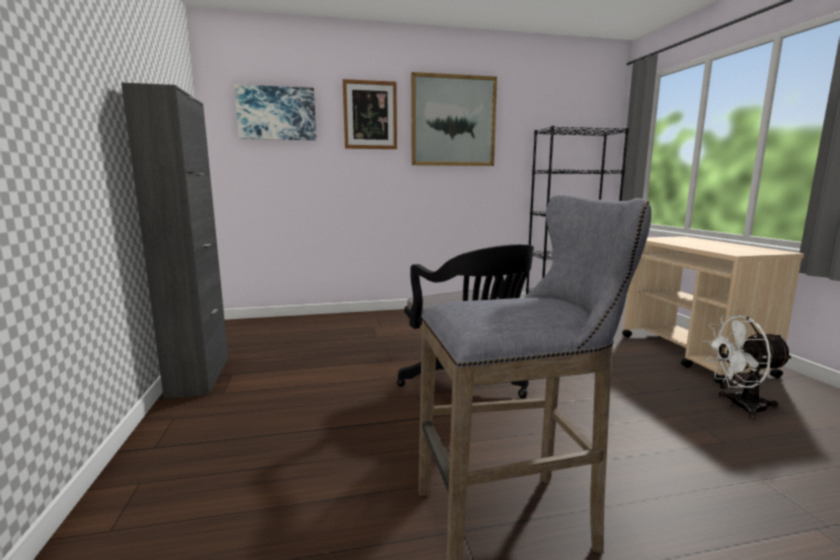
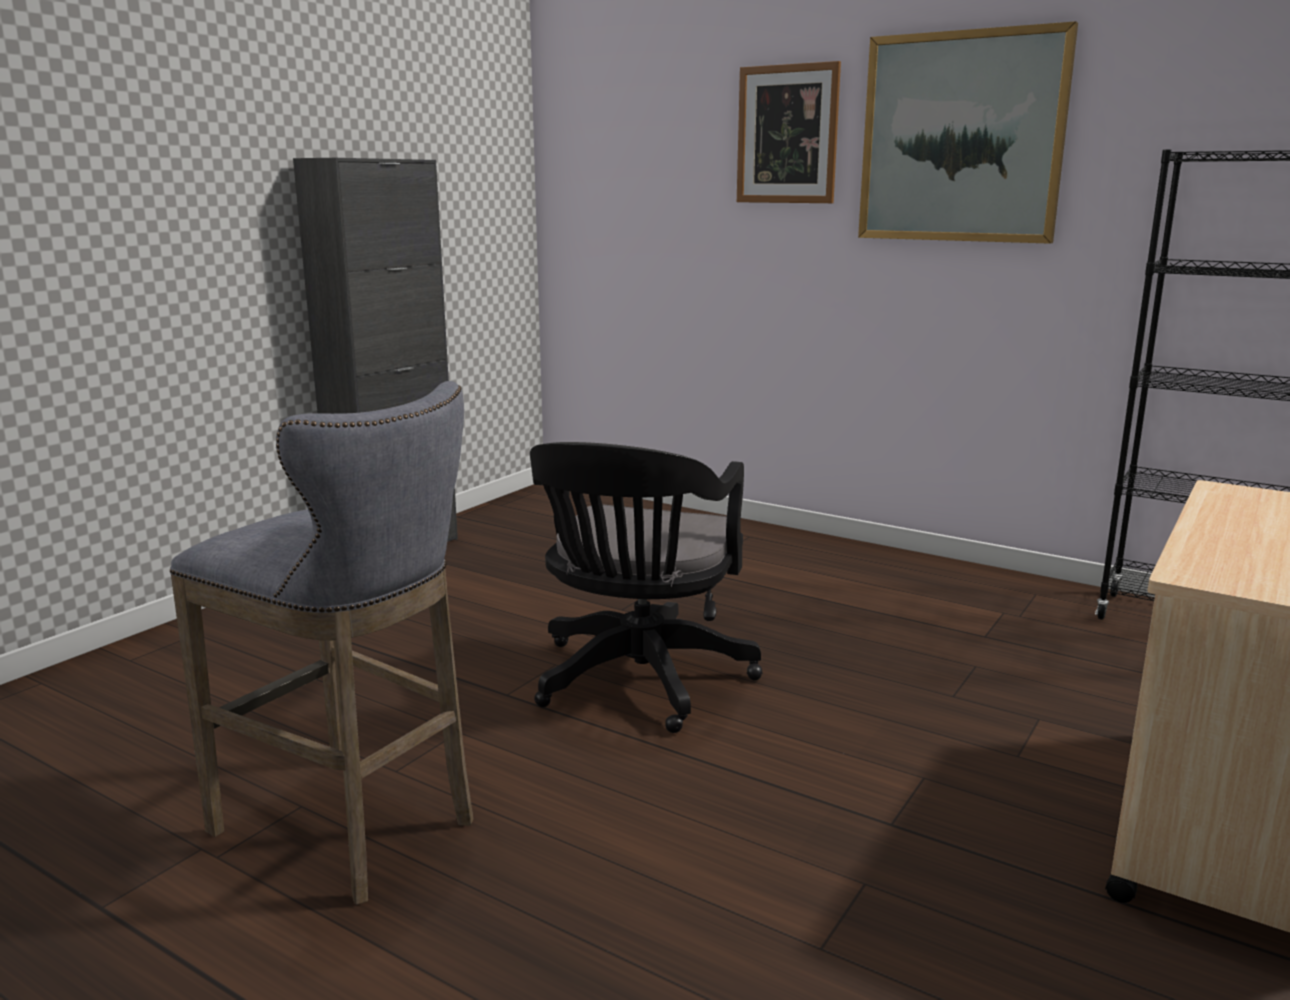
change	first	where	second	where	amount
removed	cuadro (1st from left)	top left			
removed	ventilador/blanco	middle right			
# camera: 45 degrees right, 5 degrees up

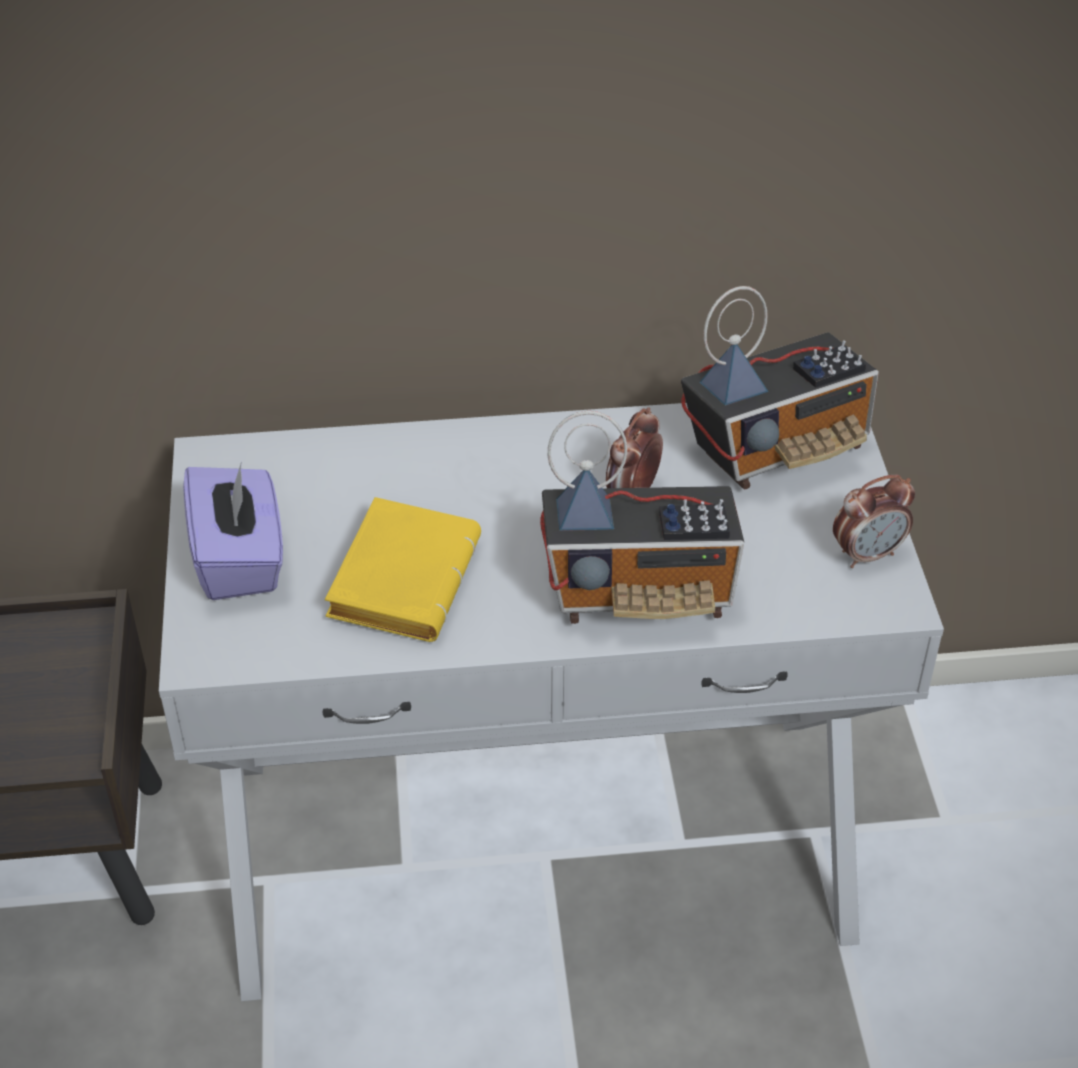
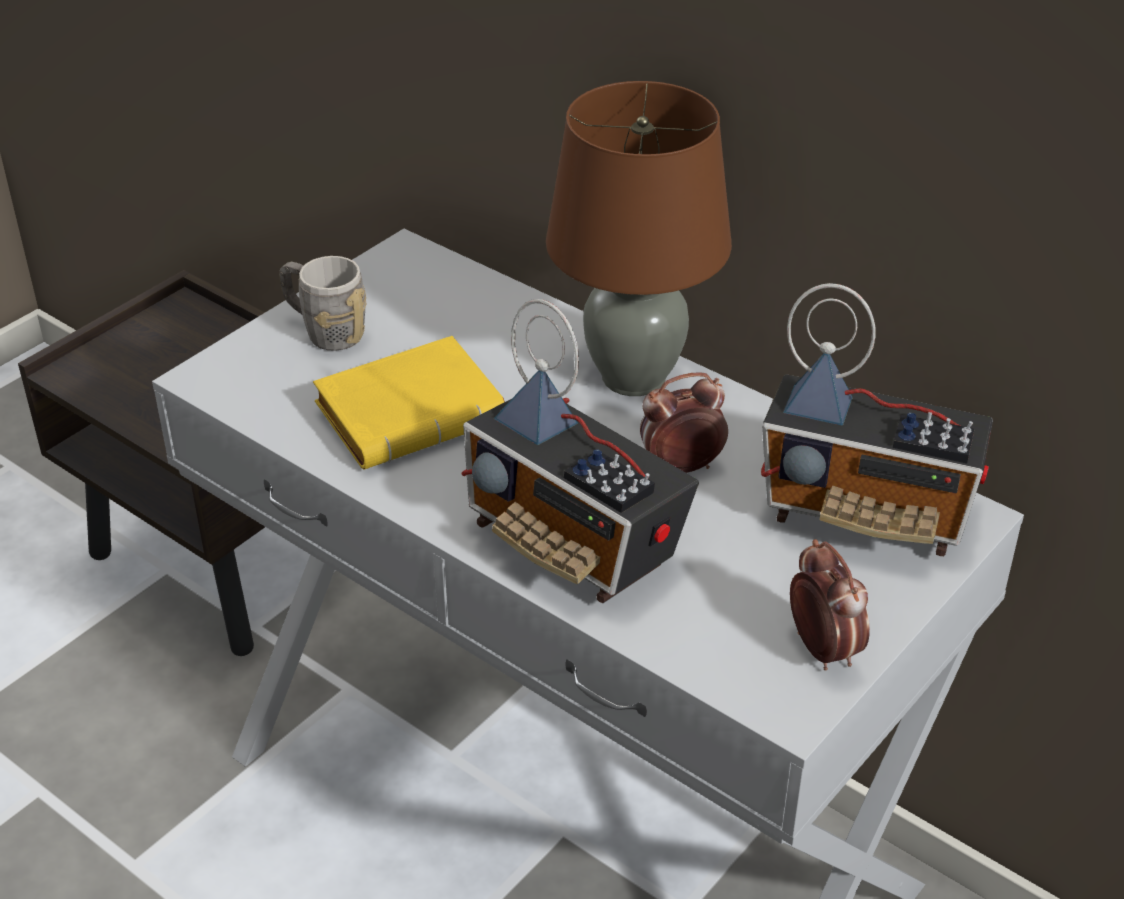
change	first	where	second	where	amount
replaced	caja de pañuelos/morado	middle left	taza grande/gris	middle left	
added			lámpara de mesa/marrón	top centre	
turned	despertador (2nd from left)	middle right		bottom right	135 degrees counterclockwise
# camera: 45 degrees right, 5 degrees down

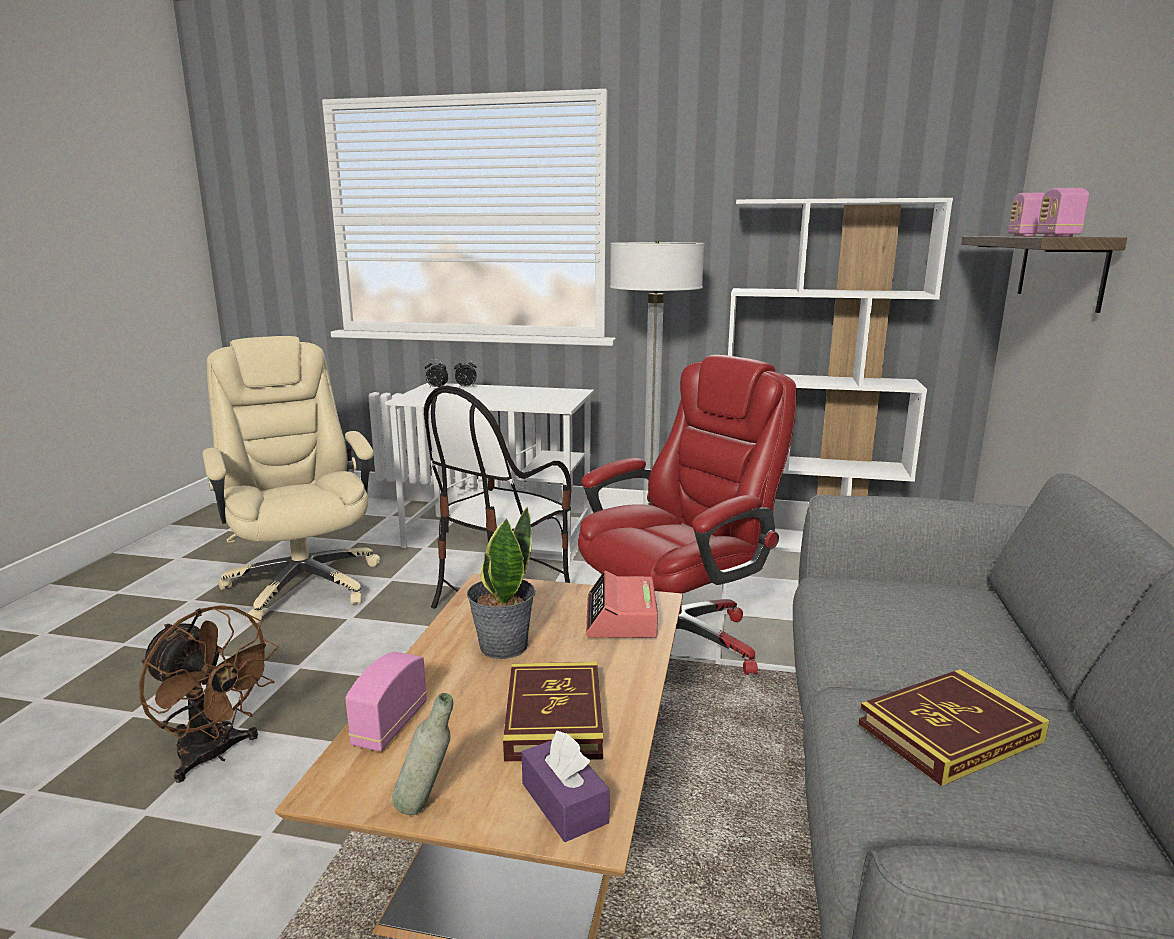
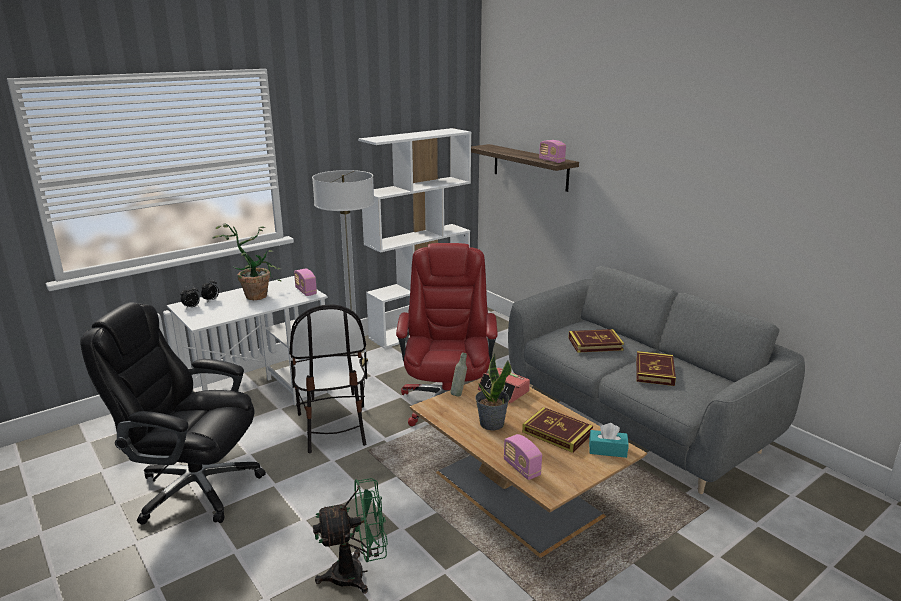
change	first	where	second	where	amount
recoloured	silla de oficina/beis	middle left	silla de oficina/negro	bottom left	
added			planta en maceta (1st from left)	middle left	
moved	radio (2nd from left in the first image)	top right	radio (1st from left)	centre	
recoloured	ventilador/marrón	bottom left	ventilador/verde	bottom centre	
moved	botella/gris	bottom centre		centre	
added			libro (2nd from left)	centre	
recoloured	caja de pañuelos/morado	bottom centre	caja de pañuelos/turquesa	bottom right	
# camera: 50 degrees left, 5 degrees up

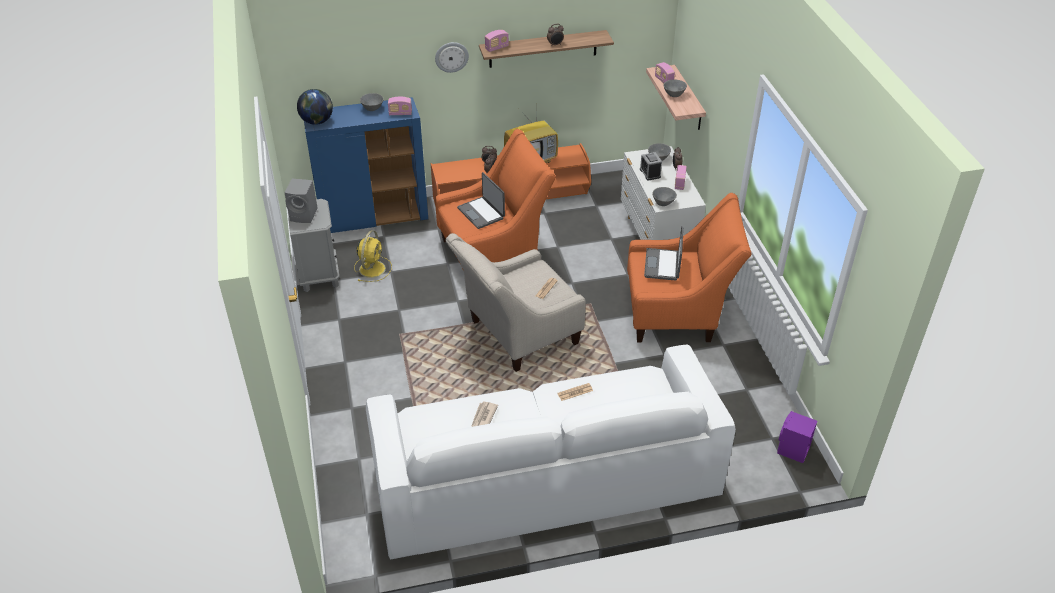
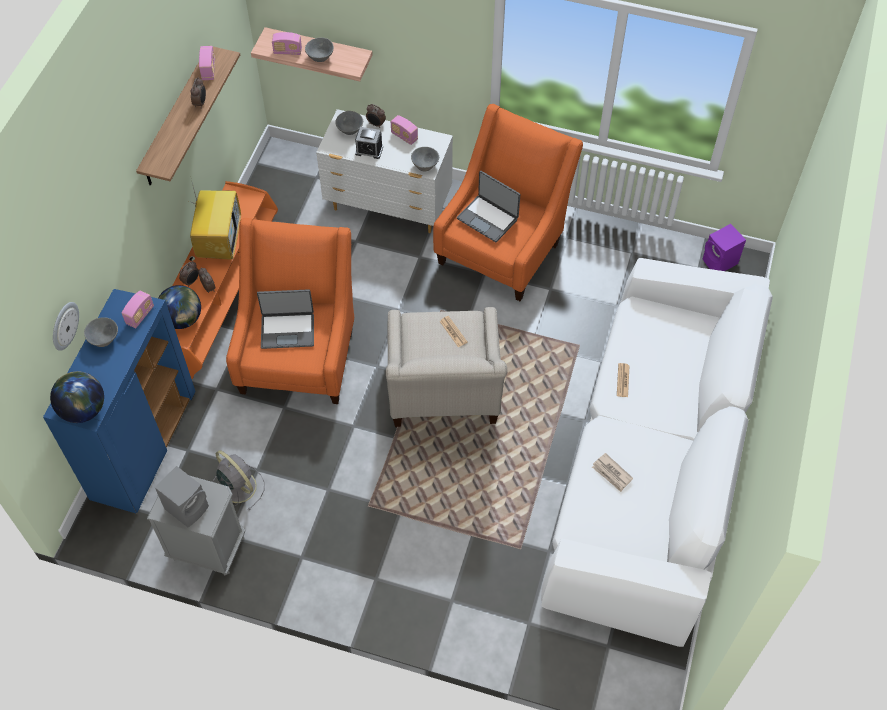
change	first	where	second	where	amount
moved	reloj de pared	top centre		middle left	
added			globo terráqueo (2nd from left)	middle left	
moved	radio (2nd from left)	top centre		top left	
recoloured	ventilador/amarillo	centre	ventilador/gris	bottom left	
# camera: 60 degrees left, 15 degrees up

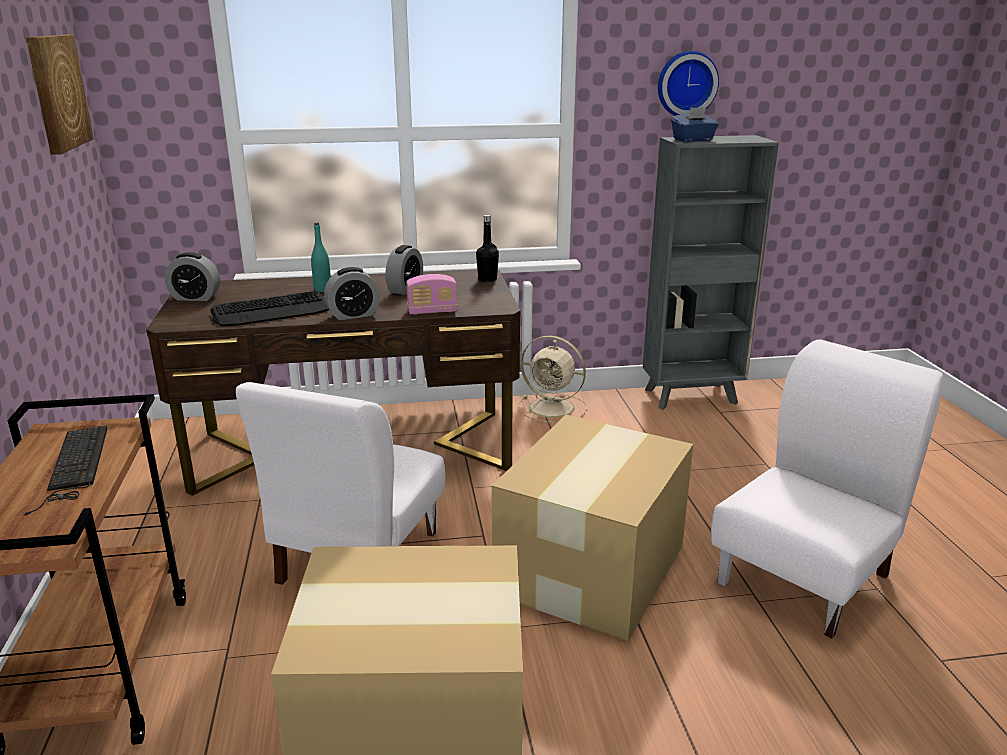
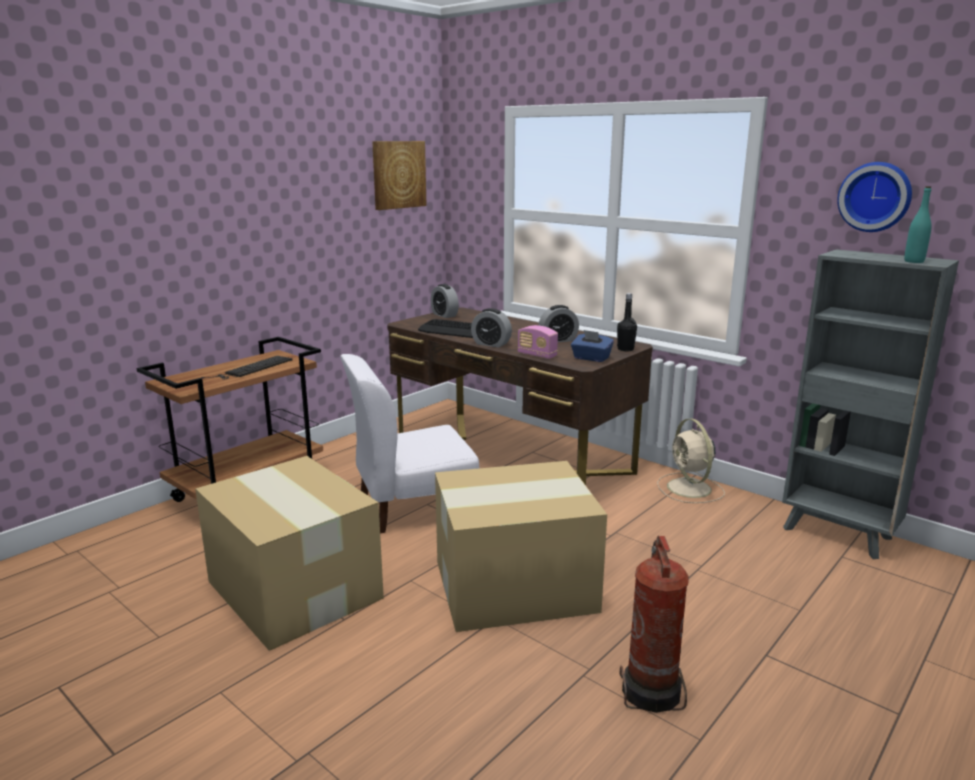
change	first	where	second	where	amount
moved	caja de pañuelos/azul	top right		centre	
replaced	silla/blanco (2nd from left)	middle right	extintor	bottom right	
moved	botella/turquesa	middle left		top right	
# camera: 50 degrees right, 5 degrees down

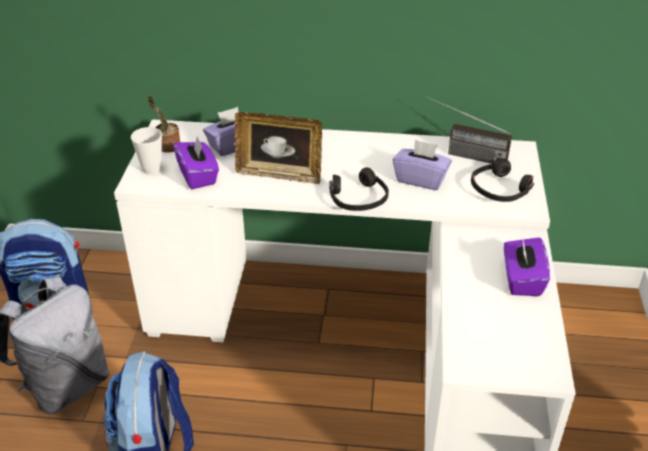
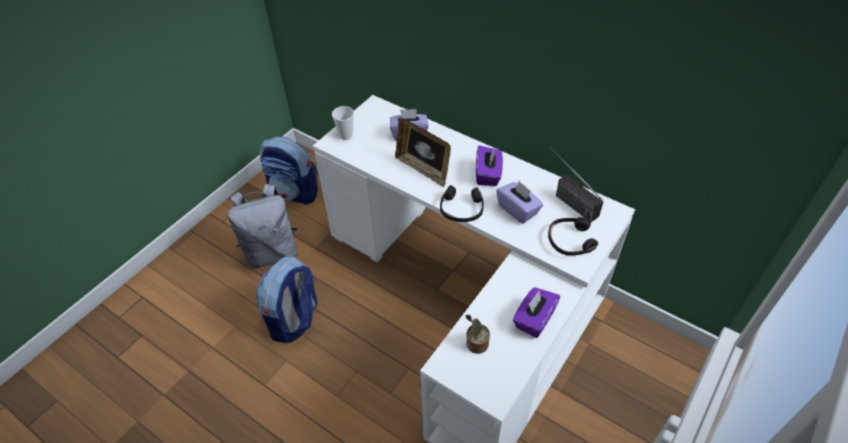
change	first	where	second	where	amount
moved	planta en maceta	top left		bottom centre	
moved	caja de pañuelos/morado (1st from left in the first image)	middle left	caja de pañuelos/morado (2nd from left)	centre	
# camera: 30 degrees right, 10 degrees up

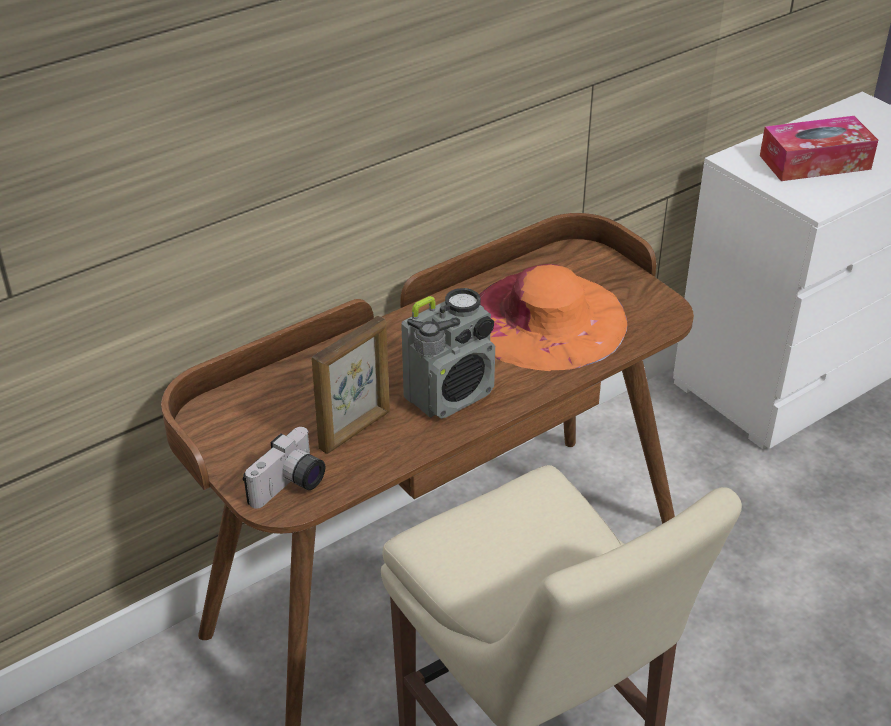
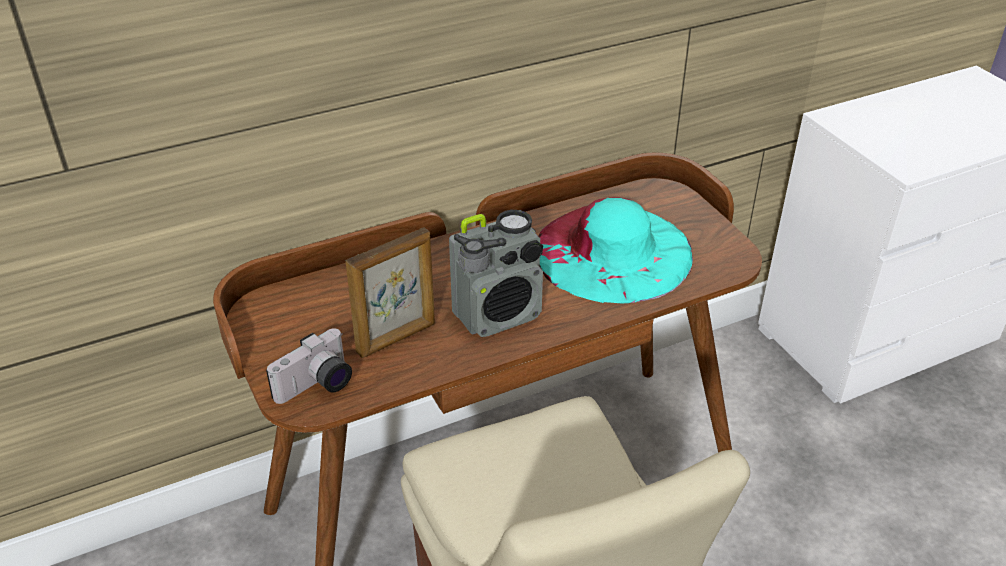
change	first	where	second	where	amount
recoloured	sombrero/naranja	centre	sombrero/turquesa	centre	
removed	caja de pañuelos	top right			
# camera: 10 degrees right, 0 degrees up

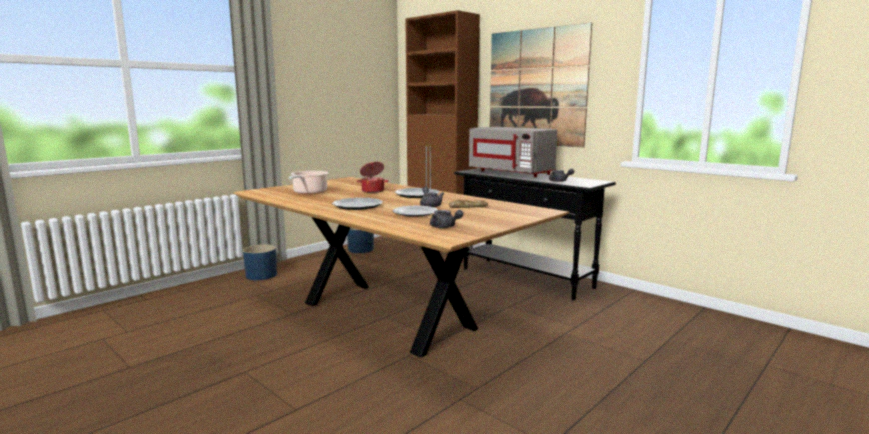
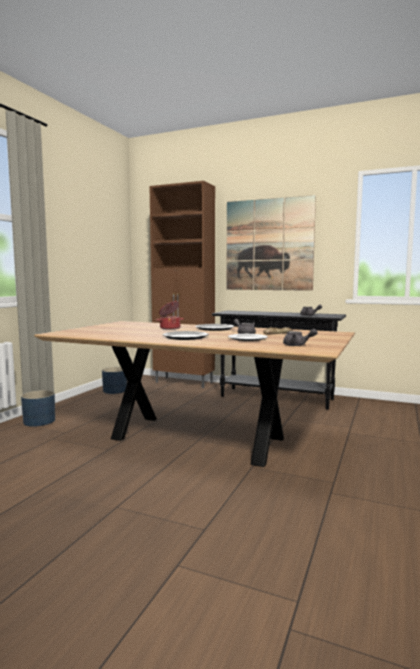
change	first	where	second	where	amount
removed	olla (1st from left)	centre			
removed	microondas/gris	centre			
# camera: 20 degrees left, 5 degrees down

